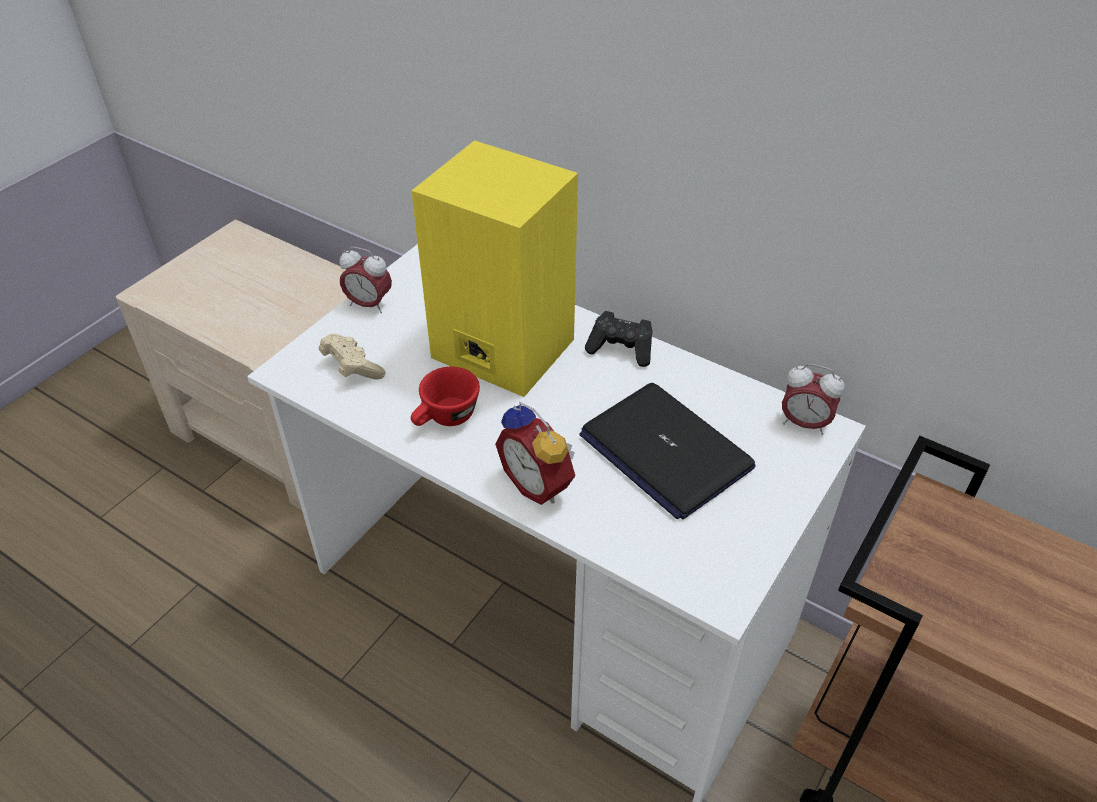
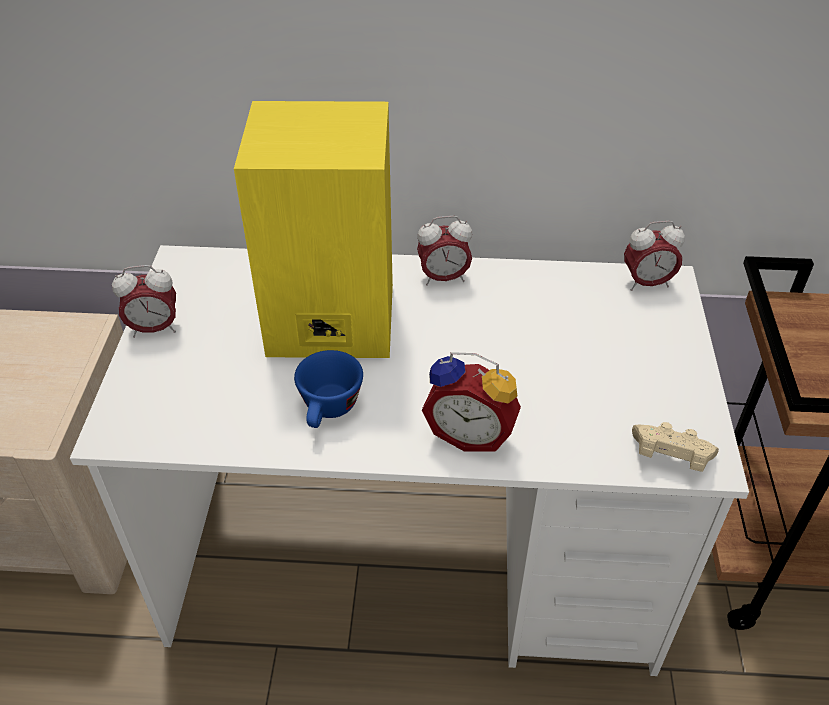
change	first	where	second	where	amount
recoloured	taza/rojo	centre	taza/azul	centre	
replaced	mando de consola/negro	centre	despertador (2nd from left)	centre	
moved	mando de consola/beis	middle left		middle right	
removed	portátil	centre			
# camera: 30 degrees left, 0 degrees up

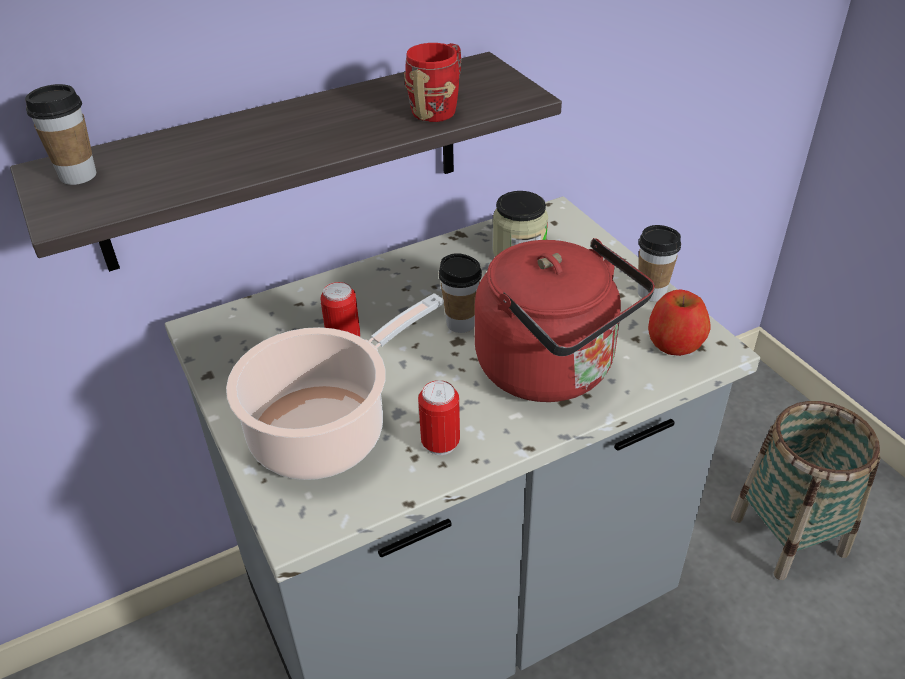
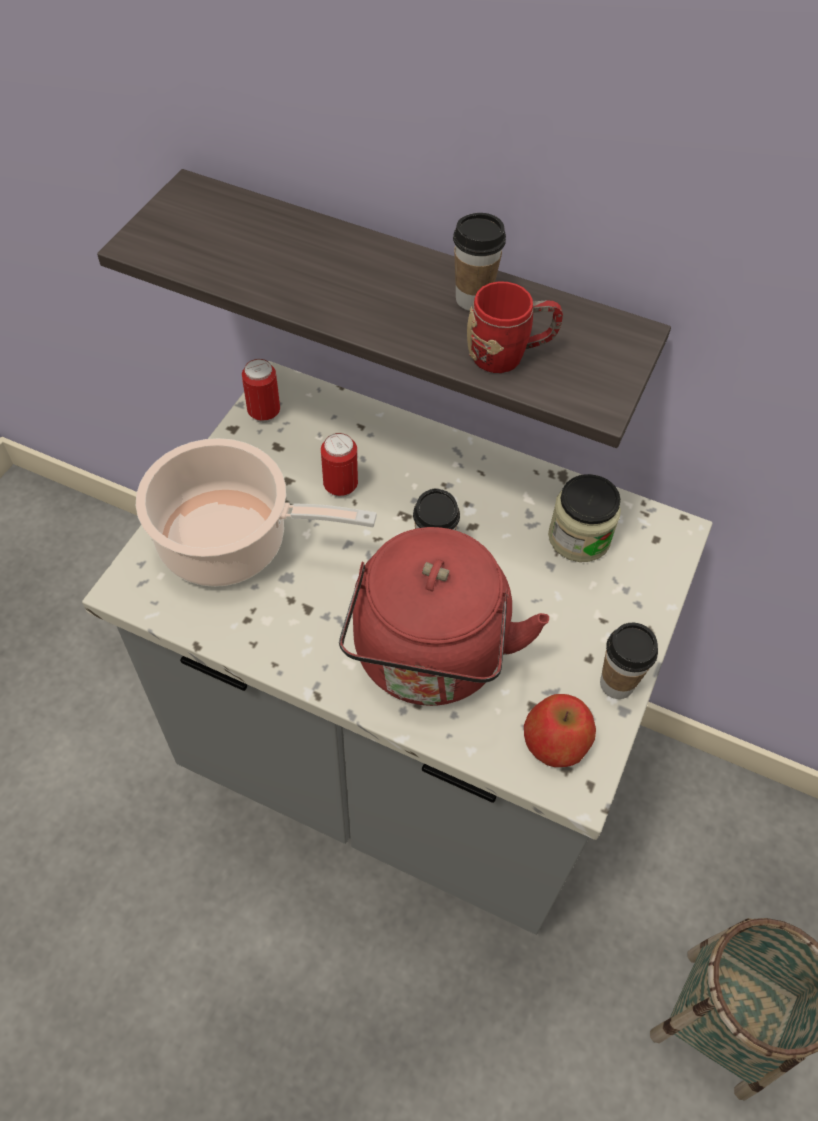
change	first	where	second	where	amount
moved	lata (2nd from left in the first image)	centre	lata (1st from left)	middle left	
moved	taza (1st from left in the first image)	top left	taza (2nd from left)	top centre	
# camera: 50 degrees right, 15 degrees up

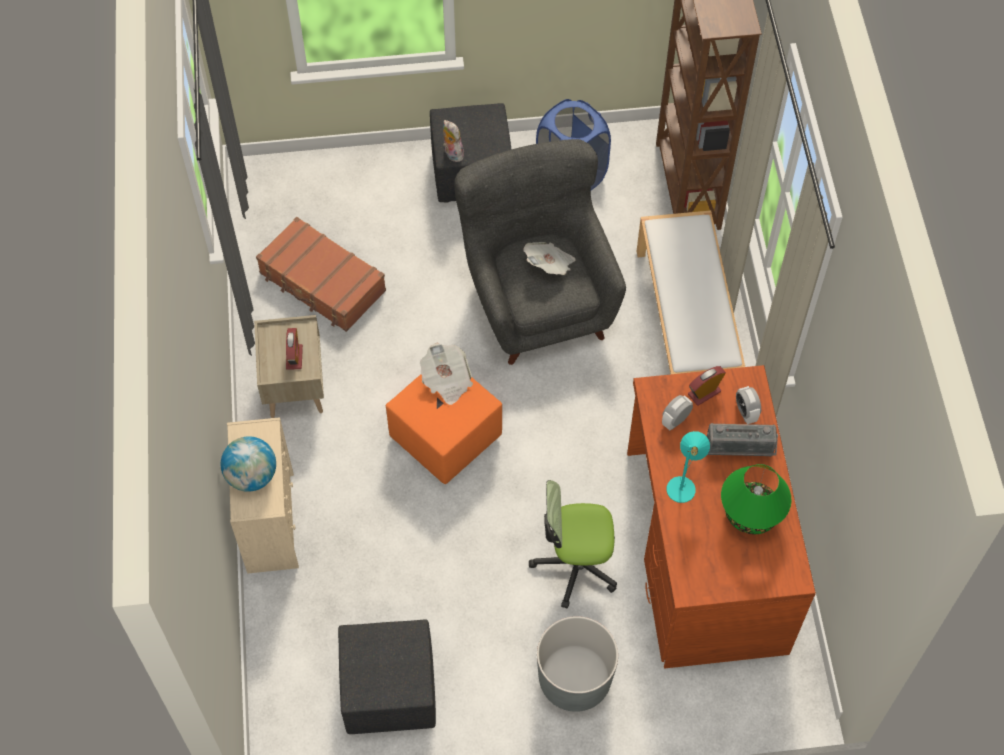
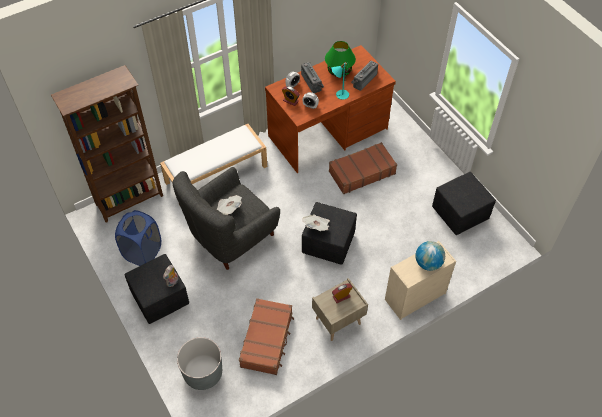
change	first	where	second	where	amount
moved	maceta/gris	bottom centre		bottom left	
recoloured	puf/naranja	centre	puf/negro (2nd from left)	centre	
replaced	silla de oficina	bottom centre	maleta/marrón (2nd from left)	centre	
added			radio (2nd from left)	top centre	
# camera: 115 degrees left, 5 degrees down

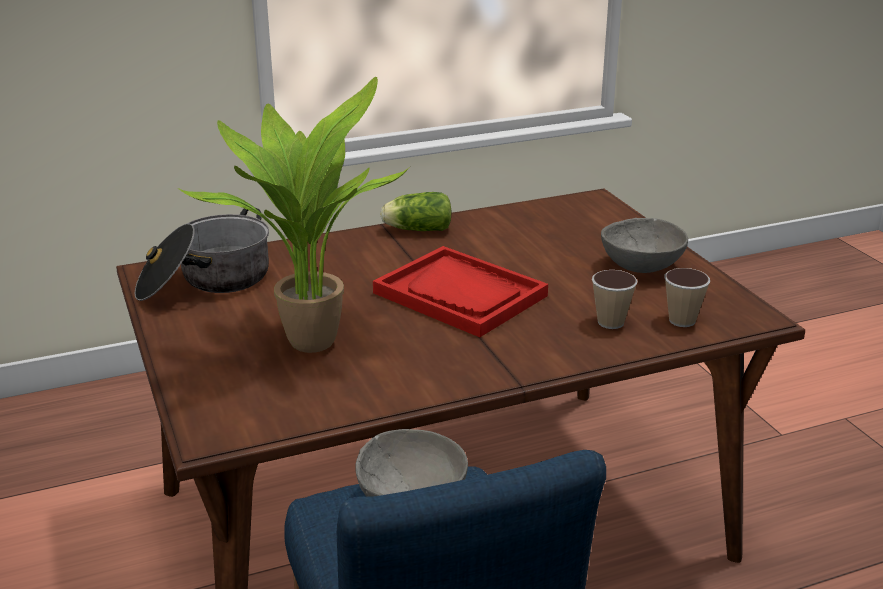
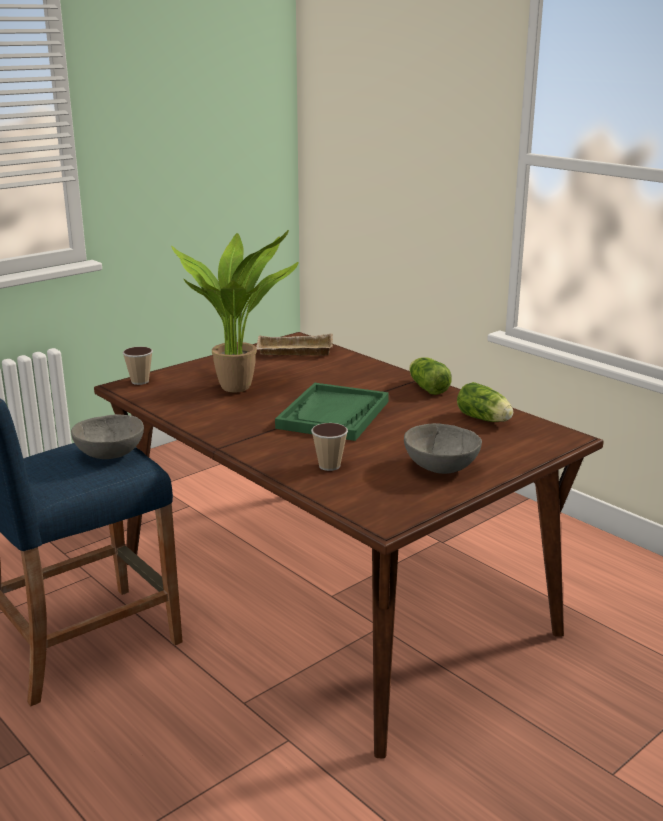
change	first	where	second	where	amount
moved	taza (2nd from left in the first image)	middle right	taza (1st from left)	middle left	
replaced	olla	middle left	bandeja/beis	centre	
recoloured	bandeja/rojo	centre	bandeja/verde	centre	
added			lechuga (2nd from left)	middle right	
# camera: 70 degrees right, 5 degrees down

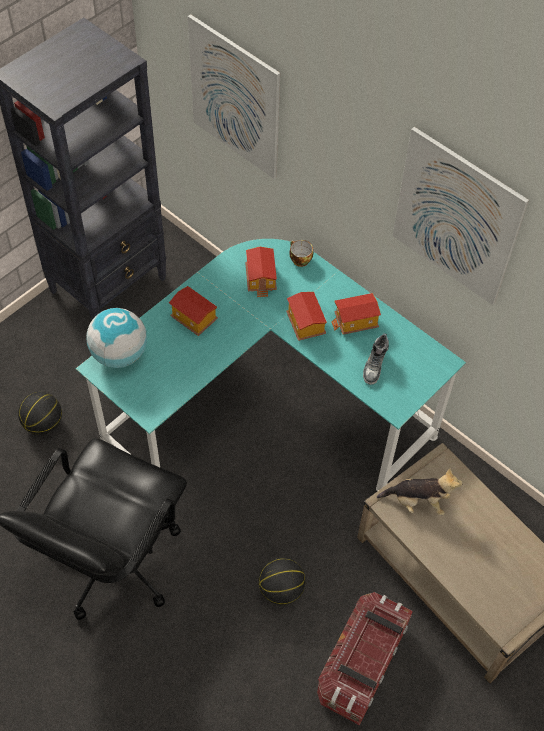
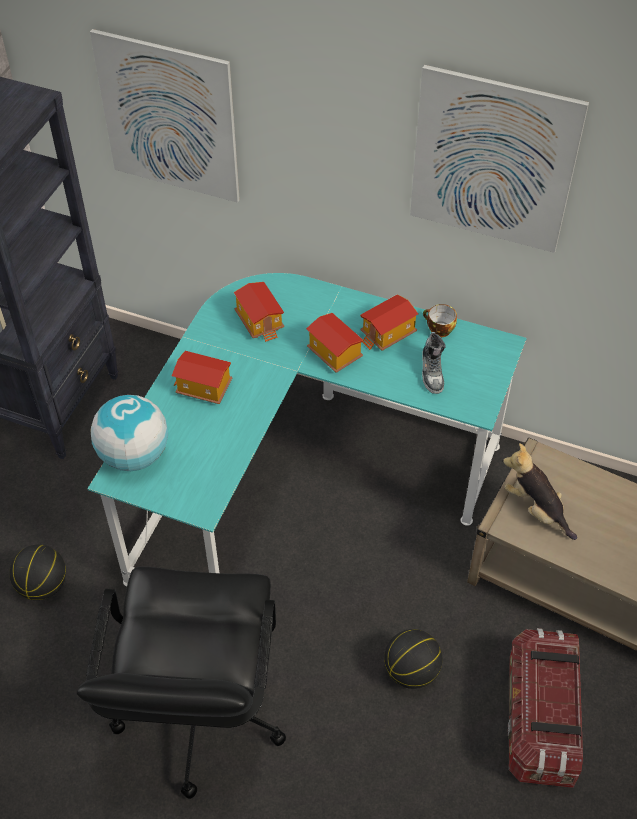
change	first	where	second	where	amount
moved	taza	centre		middle right	
turned	peluche	bottom right		middle right	120 degrees counterclockwise
# camera: 20 degrees left, 5 degrees down

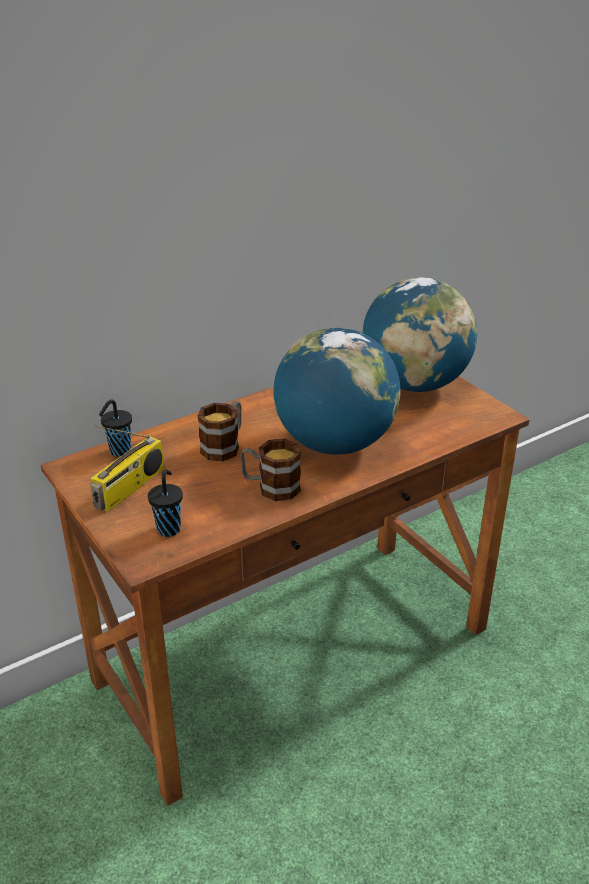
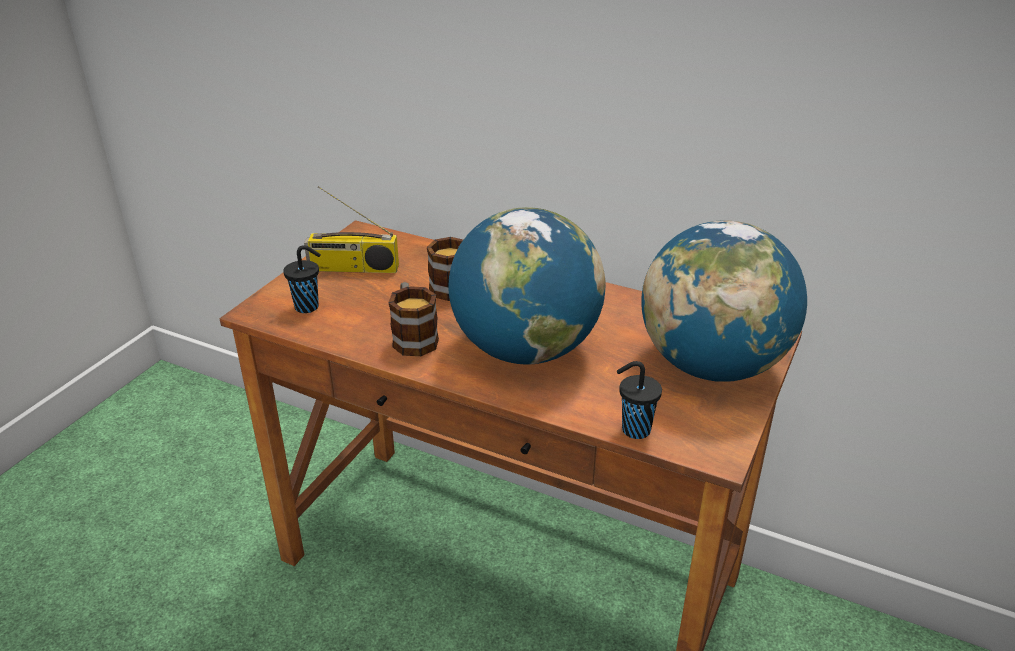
change	first	where	second	where	amount
moved	taza/negro (1st from left in the first image)	middle left	taza/negro (2nd from left)	centre	
# camera: 60 degrees right, 0 degrees up

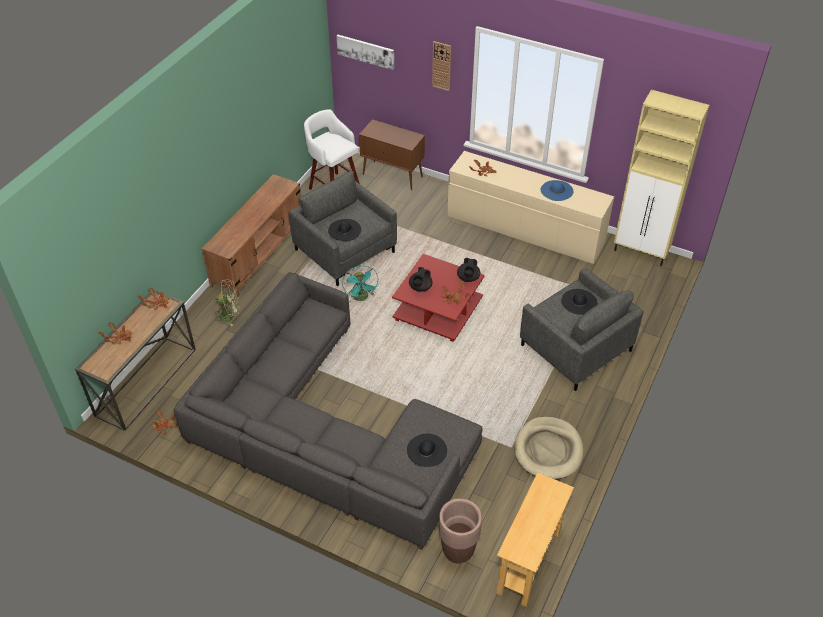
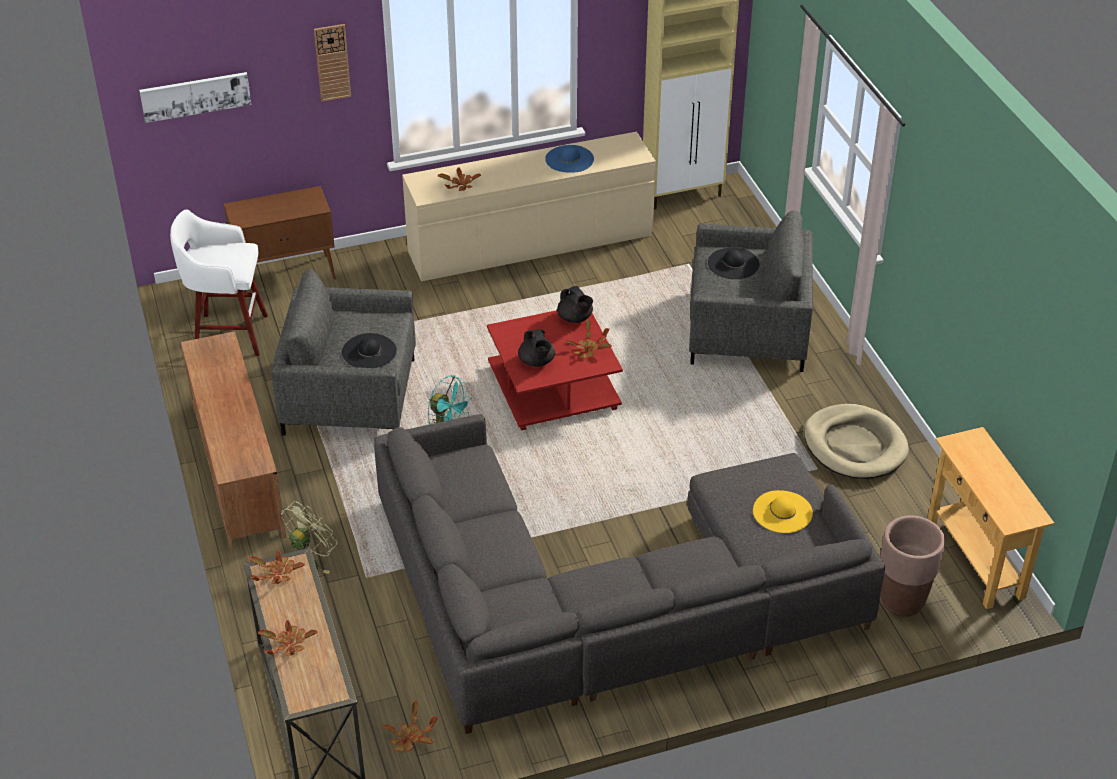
change	first	where	second	where	amount
recoloured	sombrero/negro (2nd from left)	bottom centre	sombrero/amarillo	middle right	
# camera: 45 degrees left, 5 degrees down

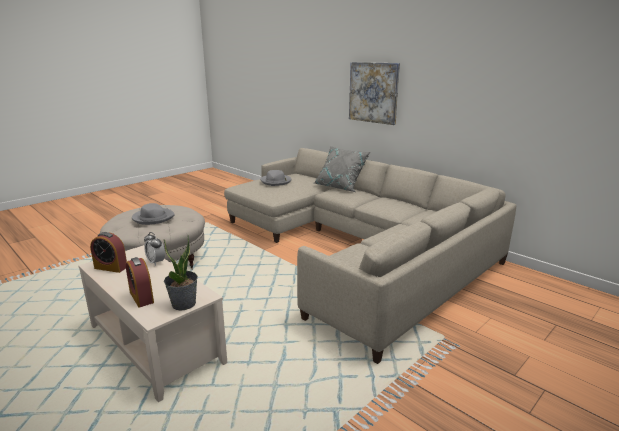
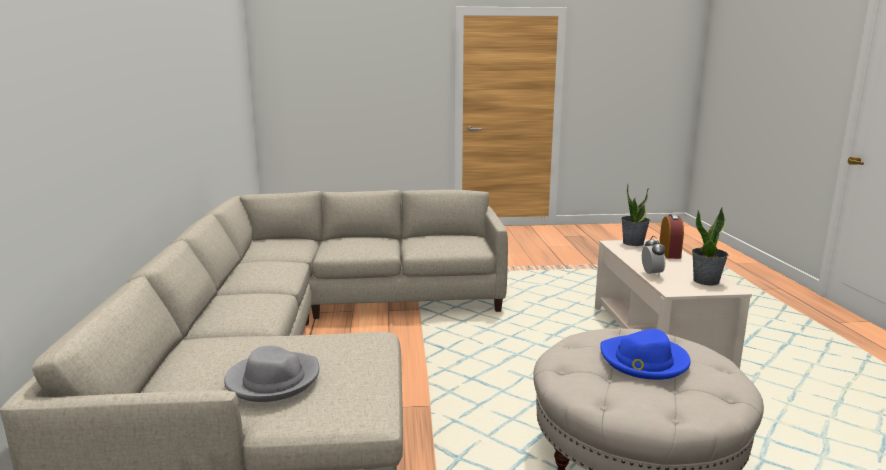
change	first	where	second	where	amount
recoloured	sombrero/gris (1st from left)	middle left	sombrero/azul	bottom right	
replaced	despertador (1st from left)	middle left	planta en maceta (2nd from left)	middle right	
removed	cojín/gris	centre			
removed	cuadro	top centre			
# camera: 140 degrees left, 5 degrees down

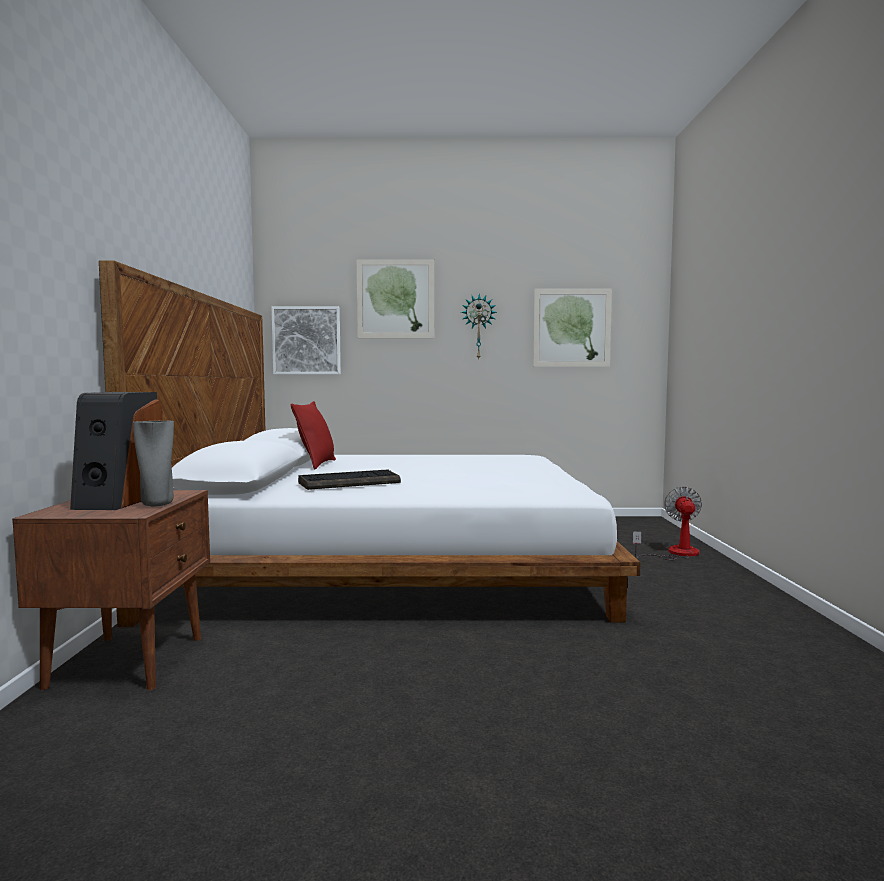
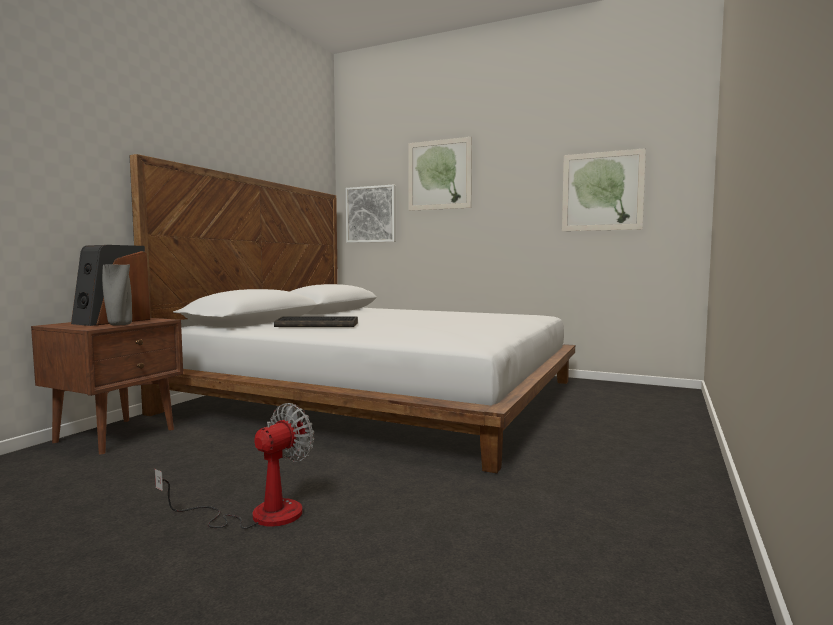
change	first	where	second	where	amount
moved	ventilador	middle right		bottom left	
removed	cojín/rojo	centre			
removed	reloj de pared	centre			
# camera: 25 degrees right, 0 degrees up

